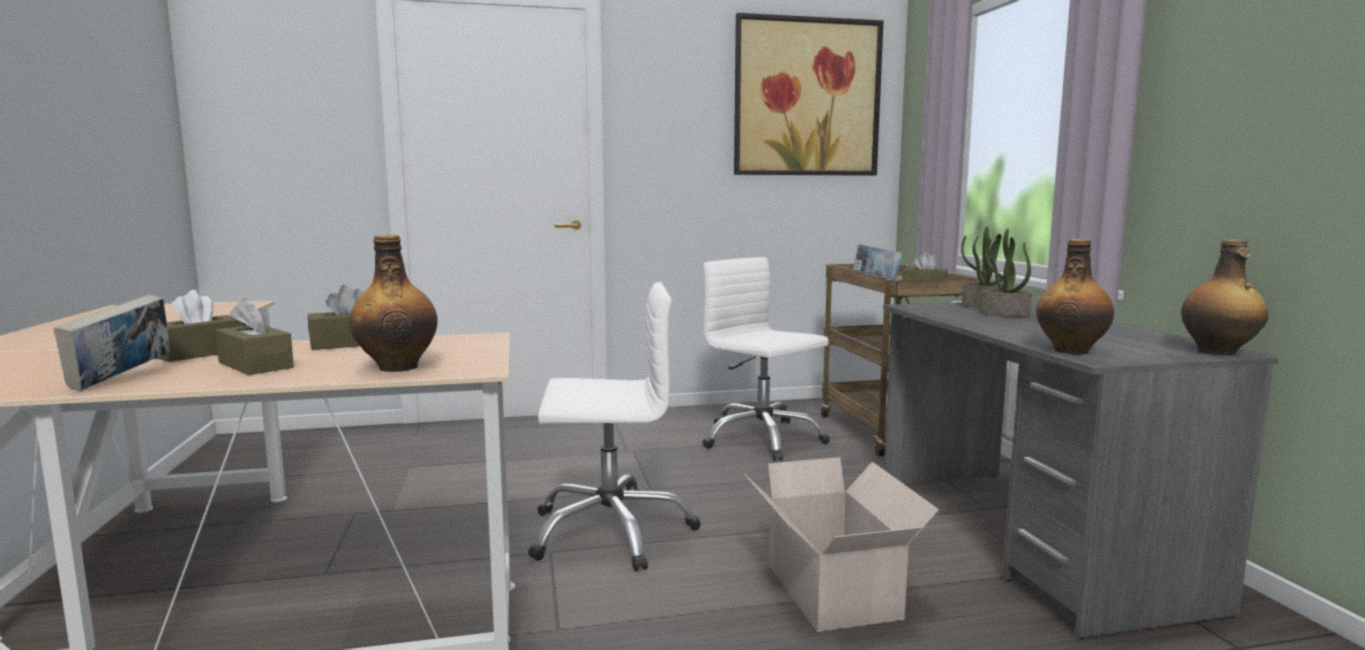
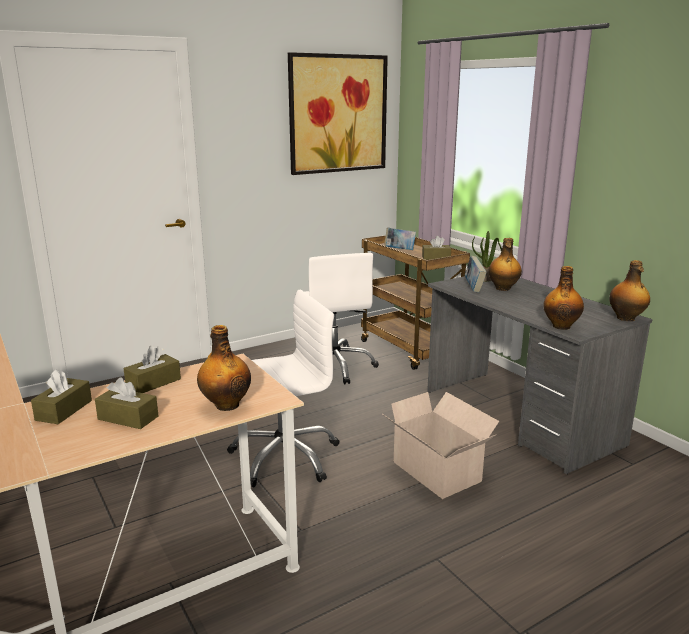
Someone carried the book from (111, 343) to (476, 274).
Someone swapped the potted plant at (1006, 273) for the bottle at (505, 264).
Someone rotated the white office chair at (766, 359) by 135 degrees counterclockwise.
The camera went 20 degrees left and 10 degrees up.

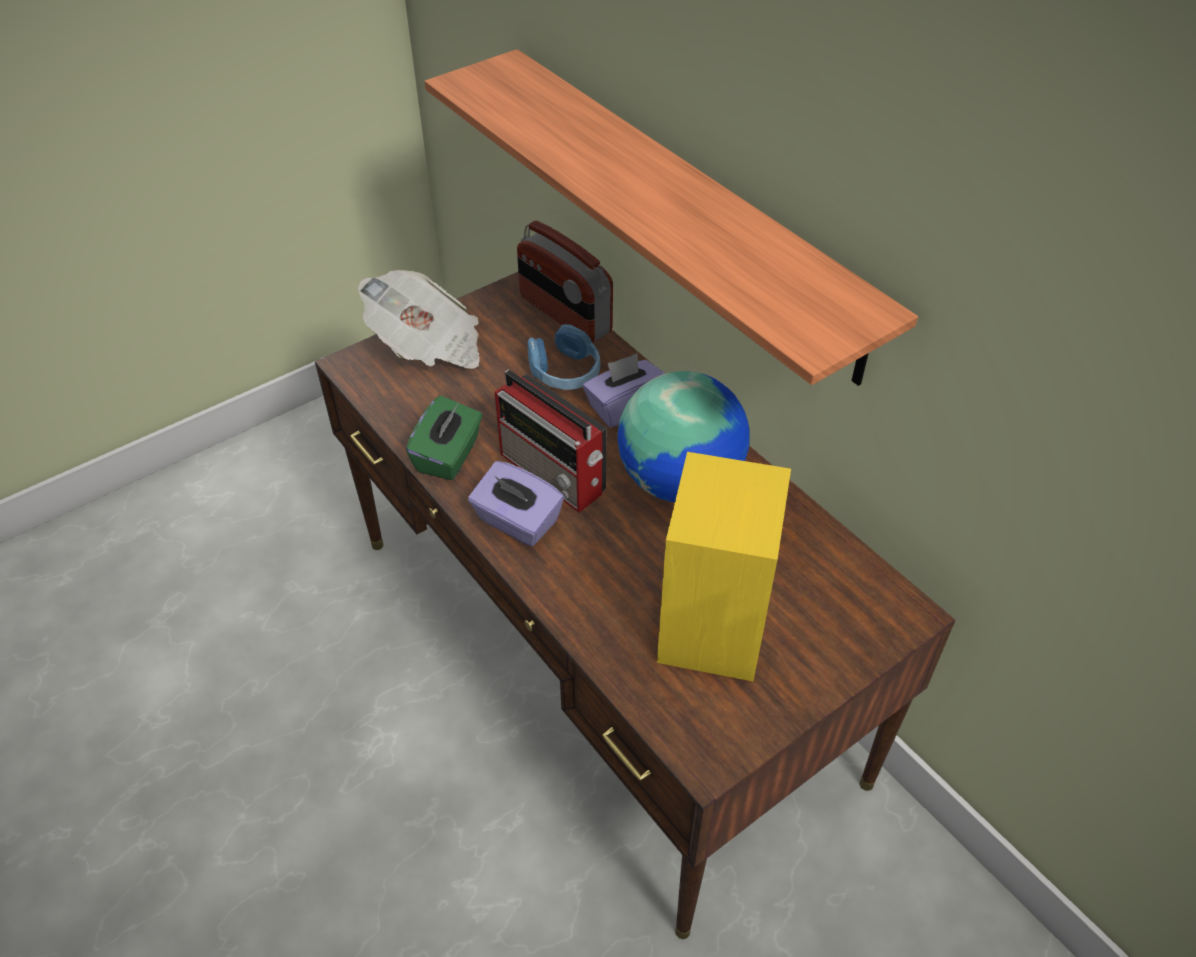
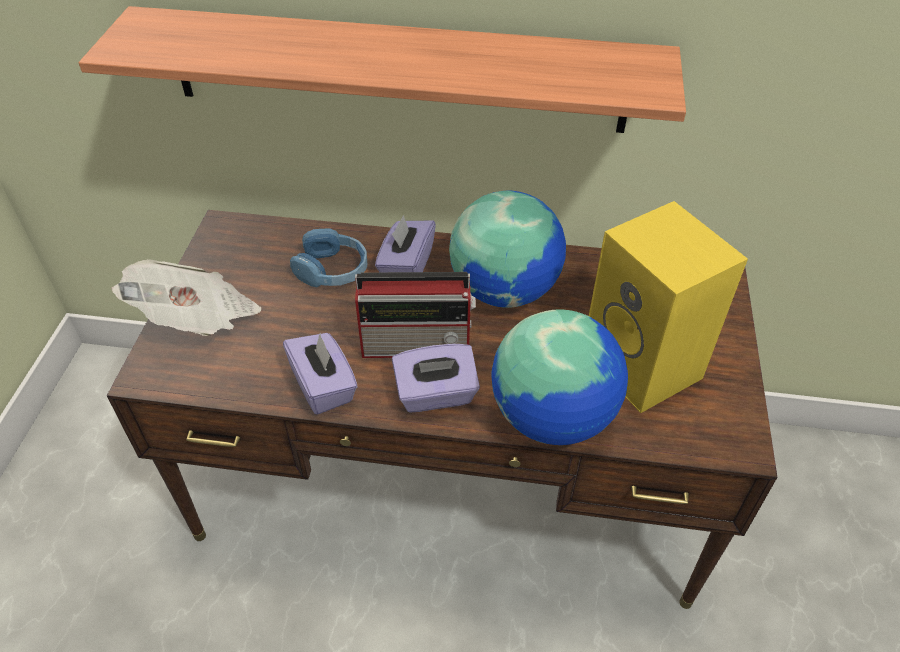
Someone took away the radio at (565, 282).
Someone put down the globe at (560, 377).
Someone repainted the green tissue box at (444, 437), which became the purple tissue box at (320, 374).
The camera went 45 degrees left and 0 degrees up.

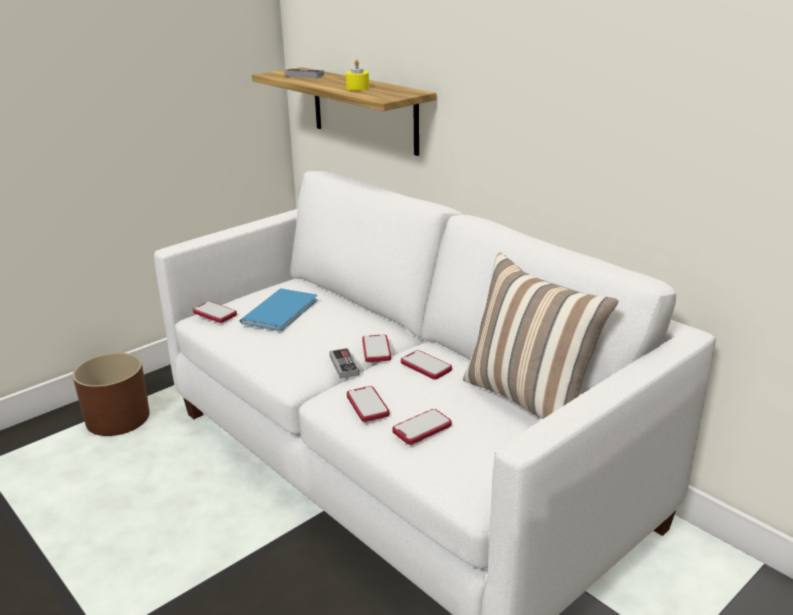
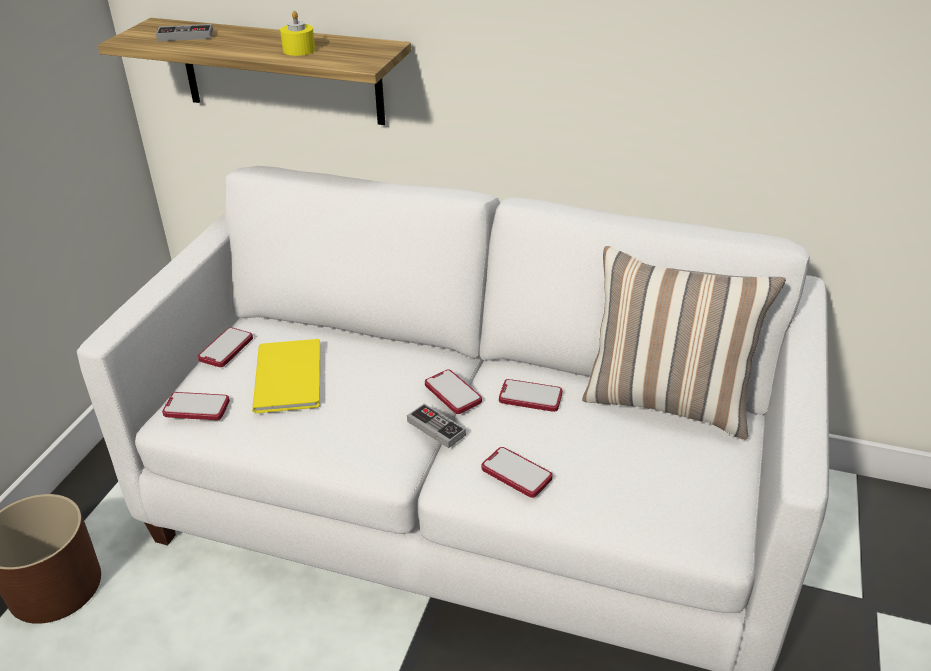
Someone carried the phone from (422, 427) to (225, 347).
Someone repainted the blue book at (279, 310), which became the yellow book at (286, 376).
The camera went 30 degrees left and 10 degrees up.

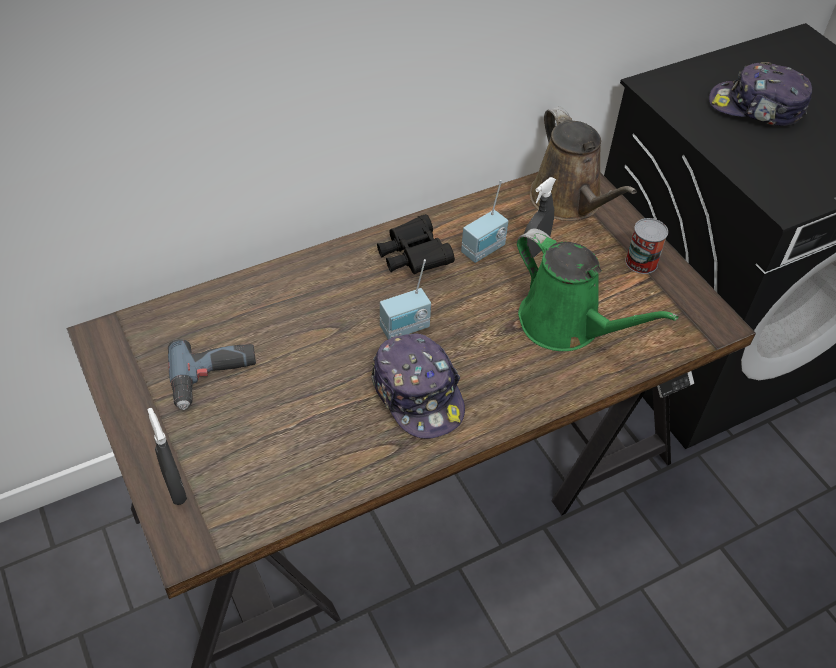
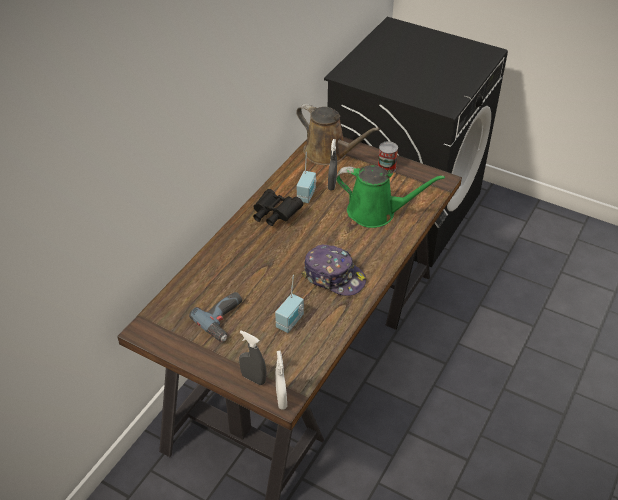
Someone took away the cap at (760, 94).
Someone put down the white spray bottle at (281, 380).
Someone carried the radio from (405, 299) to (289, 304).
The camera went 30 degrees left and 5 degrees down.

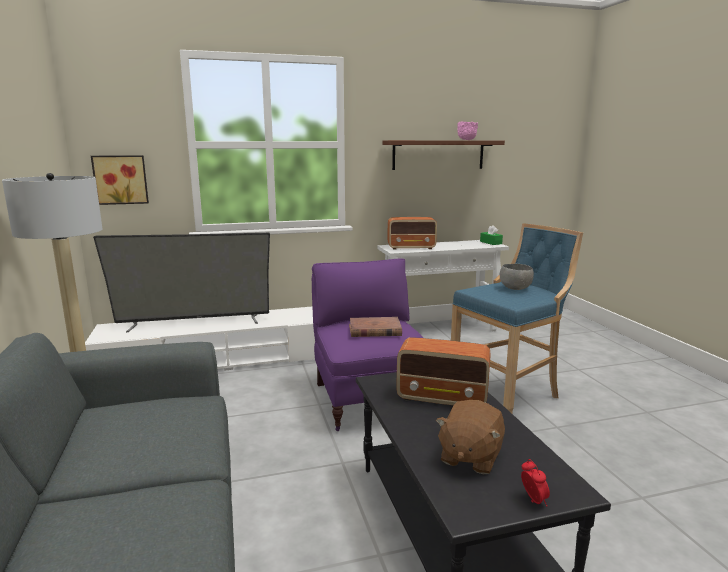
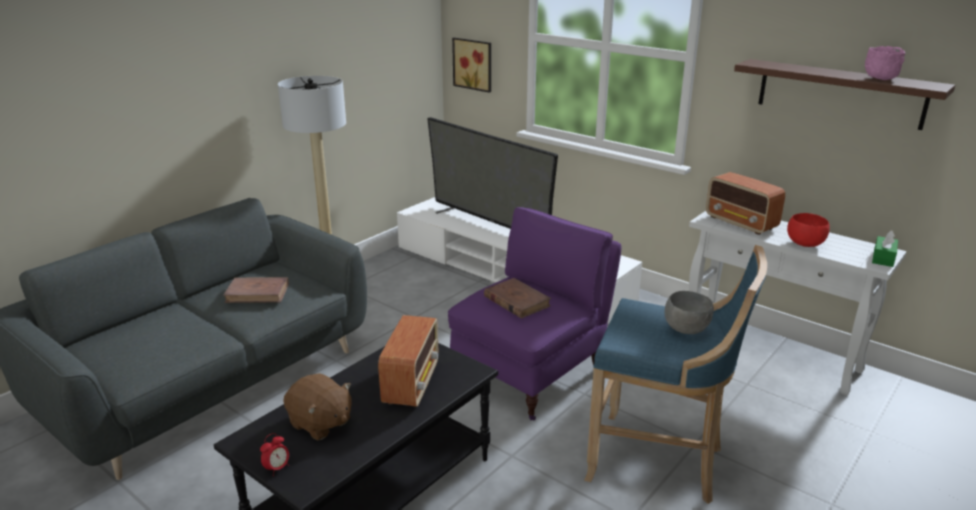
Someone put down the brown book at (256, 290).
Someone put down the red bowl at (808, 230).
Someone rotated the radio at (443, 371) by 150 degrees counterclockwise.
Someone rotated the brown plush toy at (470, 437) by 135 degrees counterclockwise.
The camera went 55 degrees right and 10 degrees up.

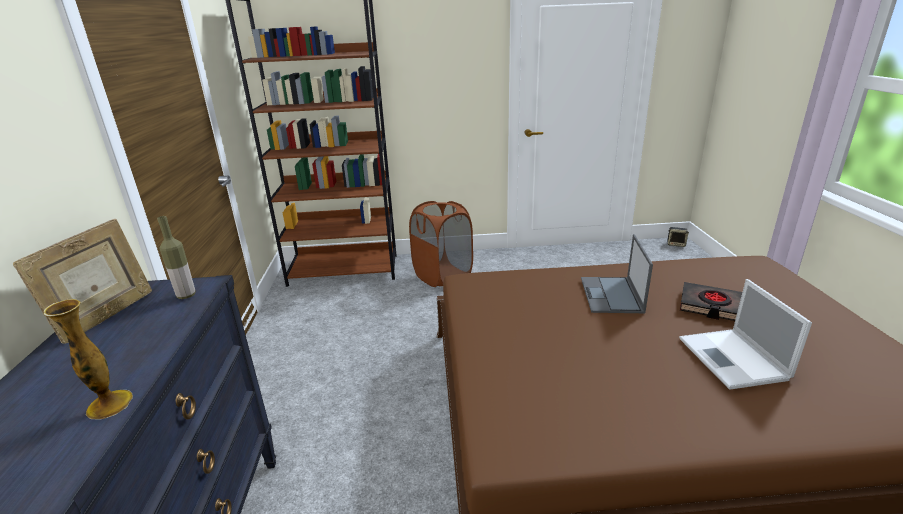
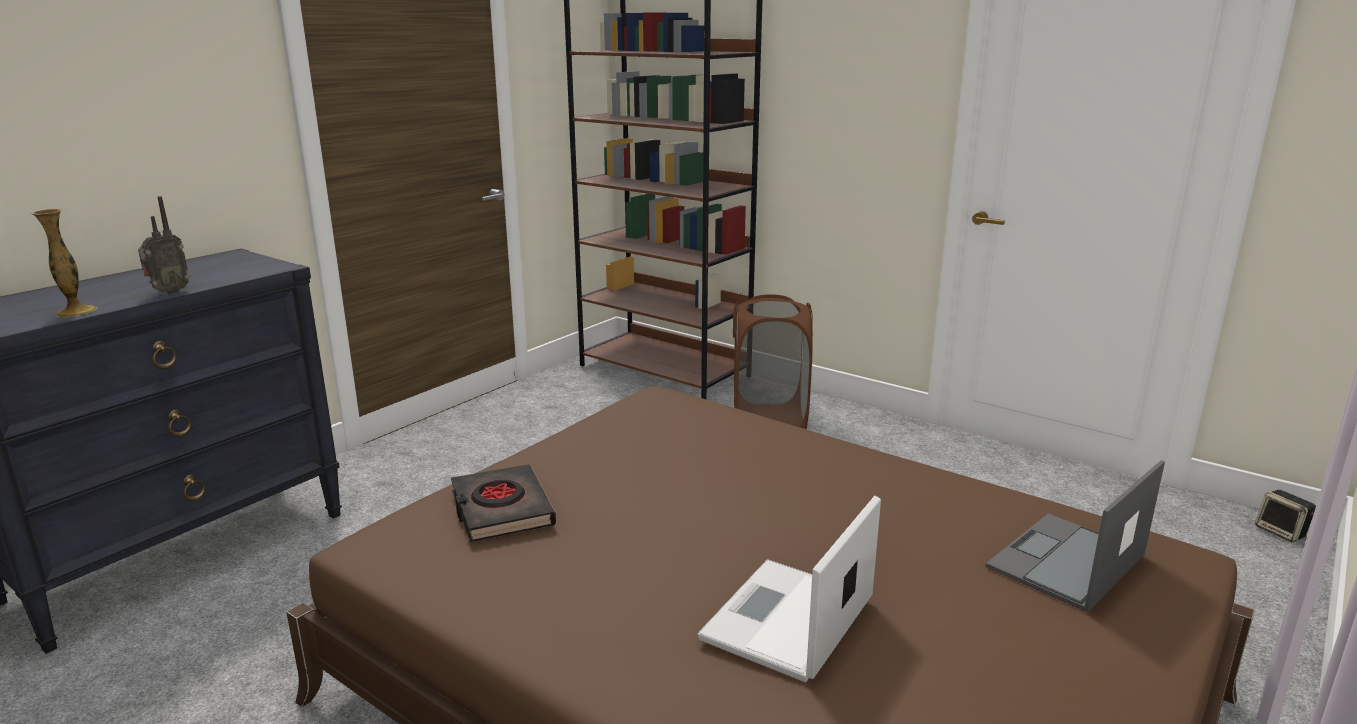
Someone took away the picture frame at (82, 281).
Someone took away the bottle at (176, 257).
Someone put down the radio at (164, 245).
Someone carried the laptop from (617, 273) to (1075, 536).
Someone carried the black book from (711, 301) to (503, 503).
The camera went 40 degrees right and 5 degrees down.

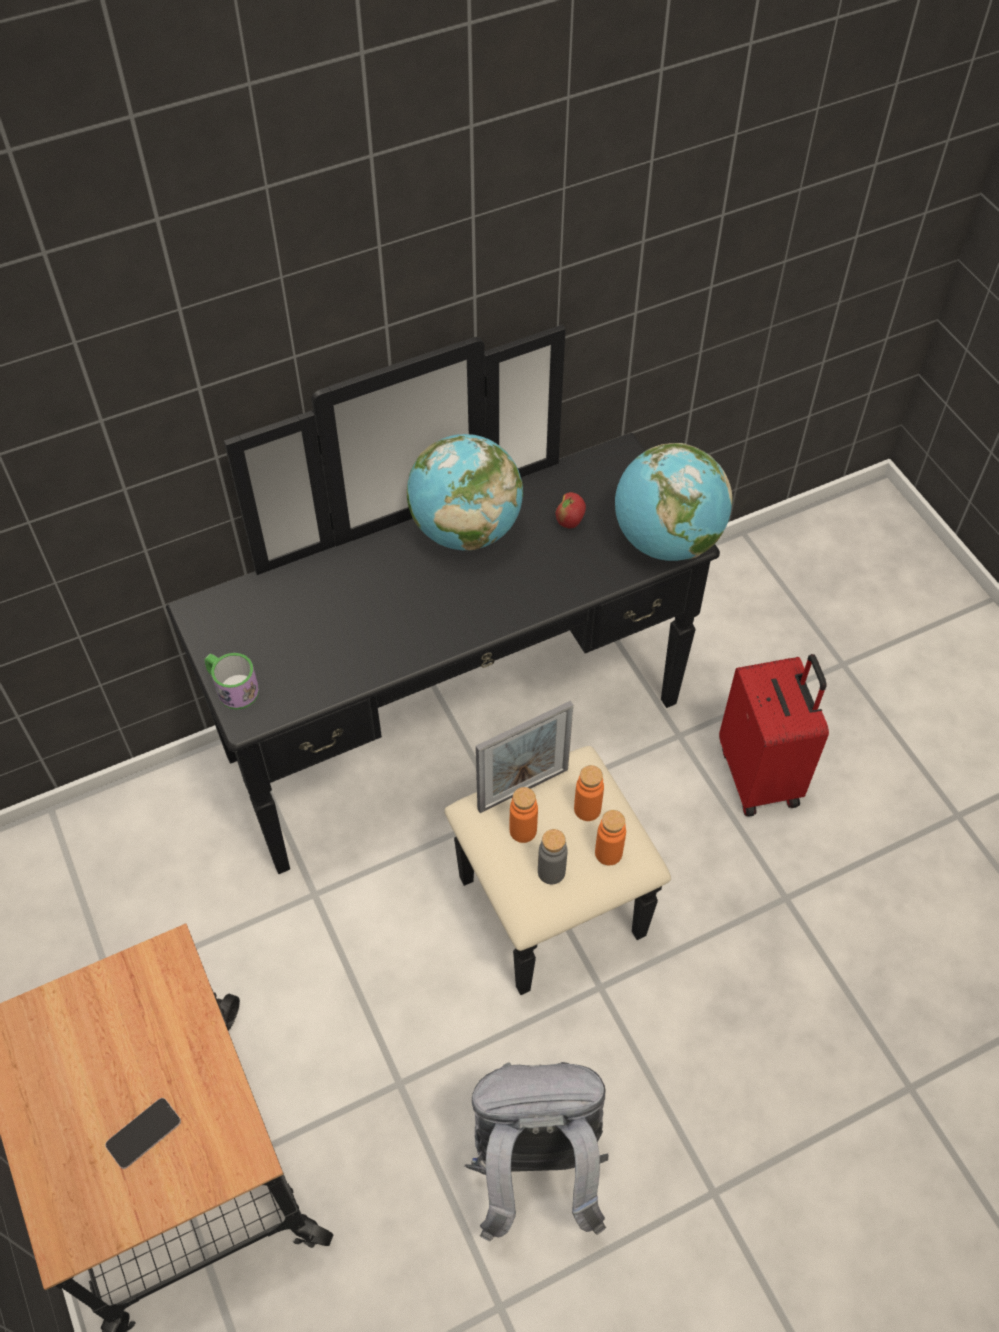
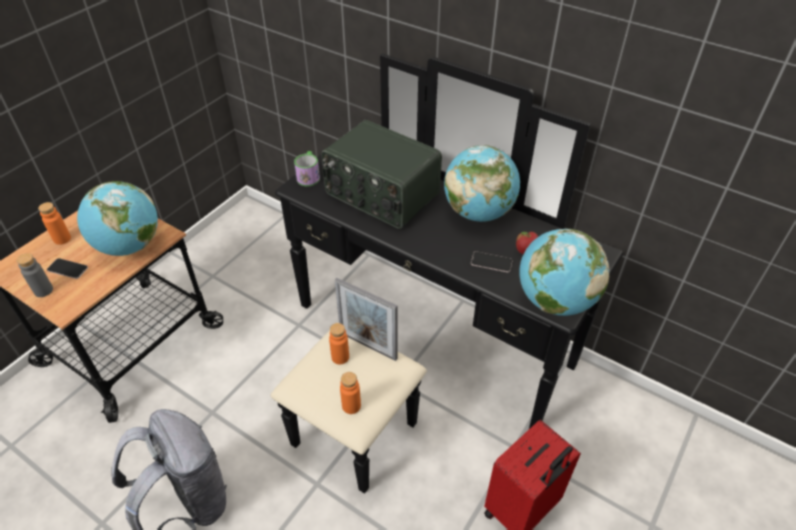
Someone put down the globe at (117, 218).
Someone put down the radio at (382, 174).
Someone put down the phone at (492, 261).
Someone carried the grey bottle from (552, 857) to (35, 275).
Someone carried the orange bottle from (589, 793) to (54, 223).
The camera went 60 degrees right and 10 degrees down.

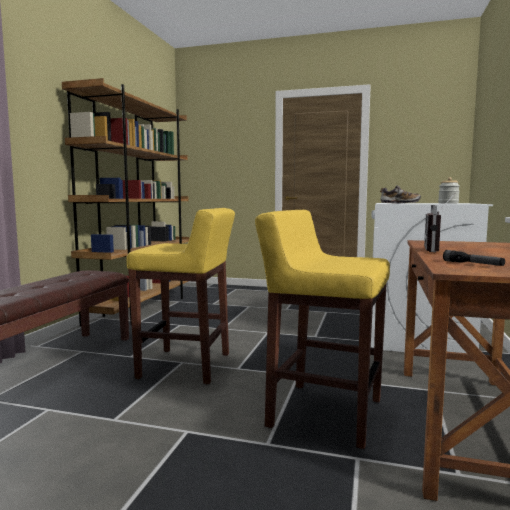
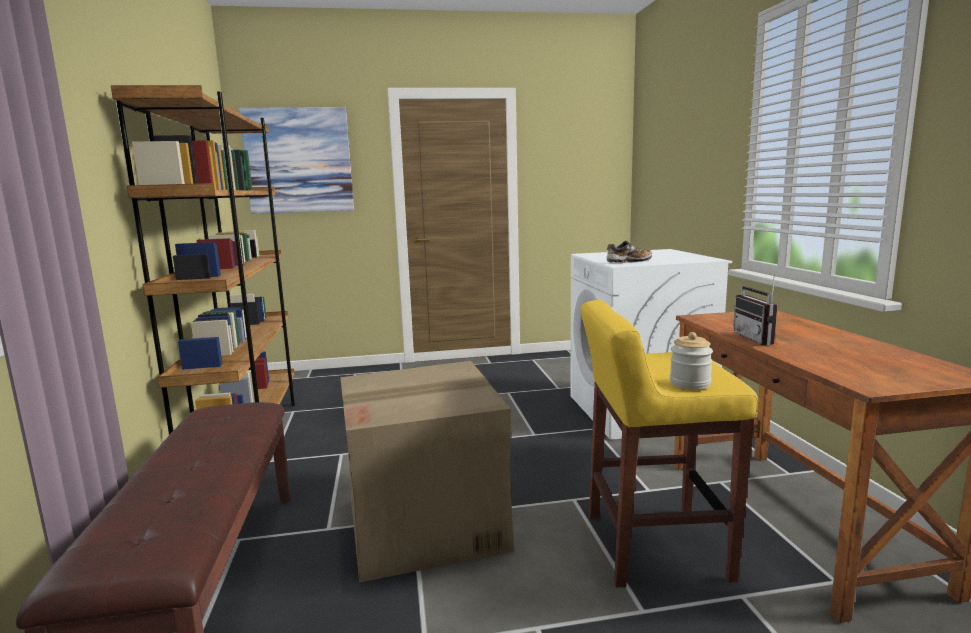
Someone took away the flashlight at (474, 258).
Someone put up the picture at (296, 160).
Someone carried the jar from (449, 190) to (691, 361).
Someone swapped the yellow stool at (180, 296) for the cardboard box at (427, 472).
The camera went 25 degrees left and 5 degrees up.

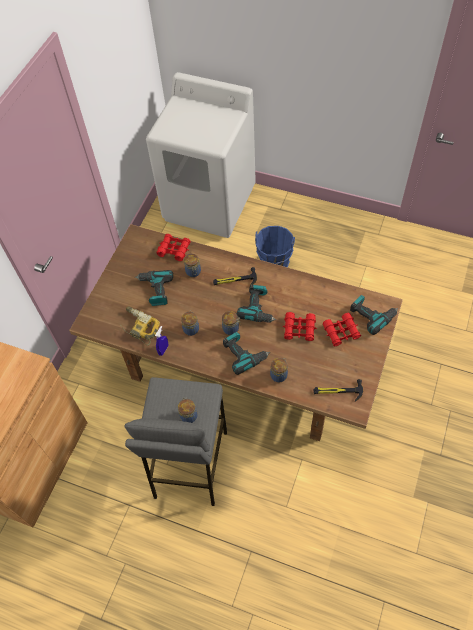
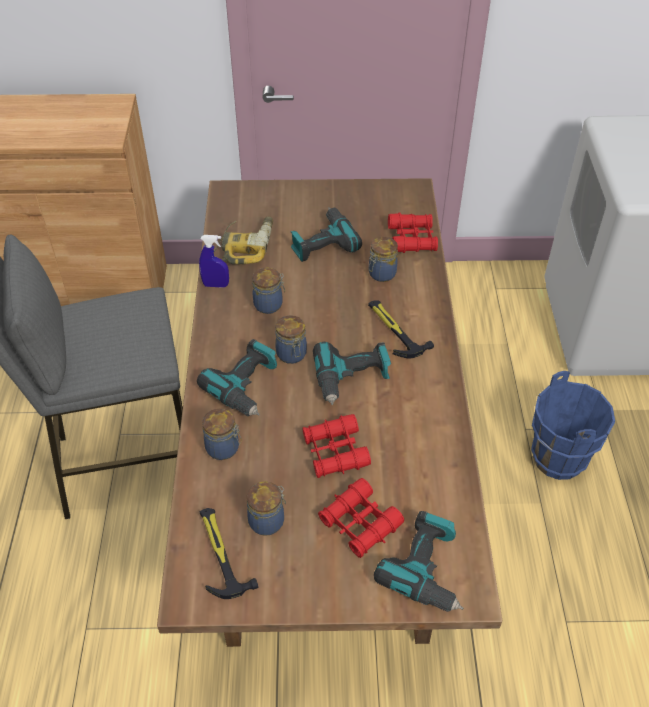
Someone carried the jar from (187, 410) to (266, 508).
The camera went 65 degrees right and 10 degrees down.

